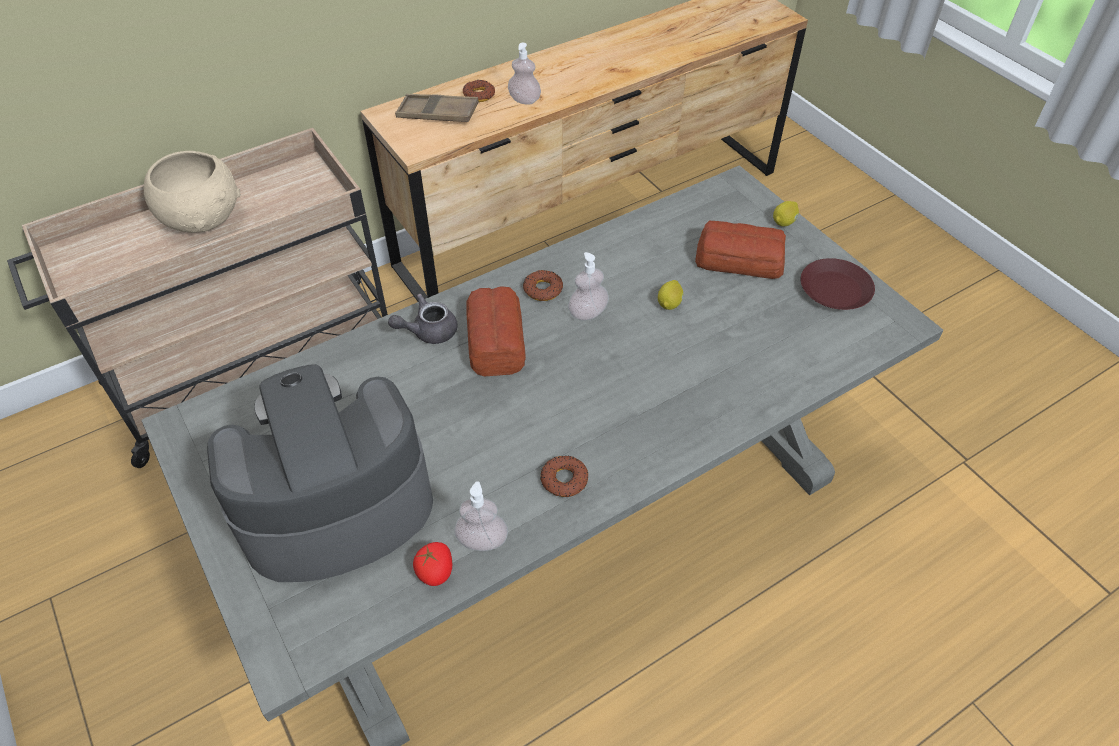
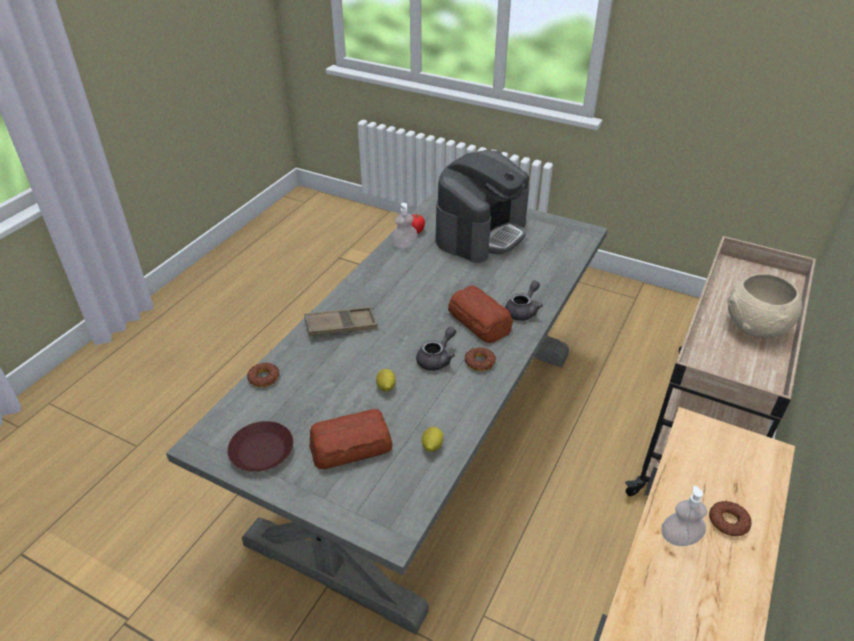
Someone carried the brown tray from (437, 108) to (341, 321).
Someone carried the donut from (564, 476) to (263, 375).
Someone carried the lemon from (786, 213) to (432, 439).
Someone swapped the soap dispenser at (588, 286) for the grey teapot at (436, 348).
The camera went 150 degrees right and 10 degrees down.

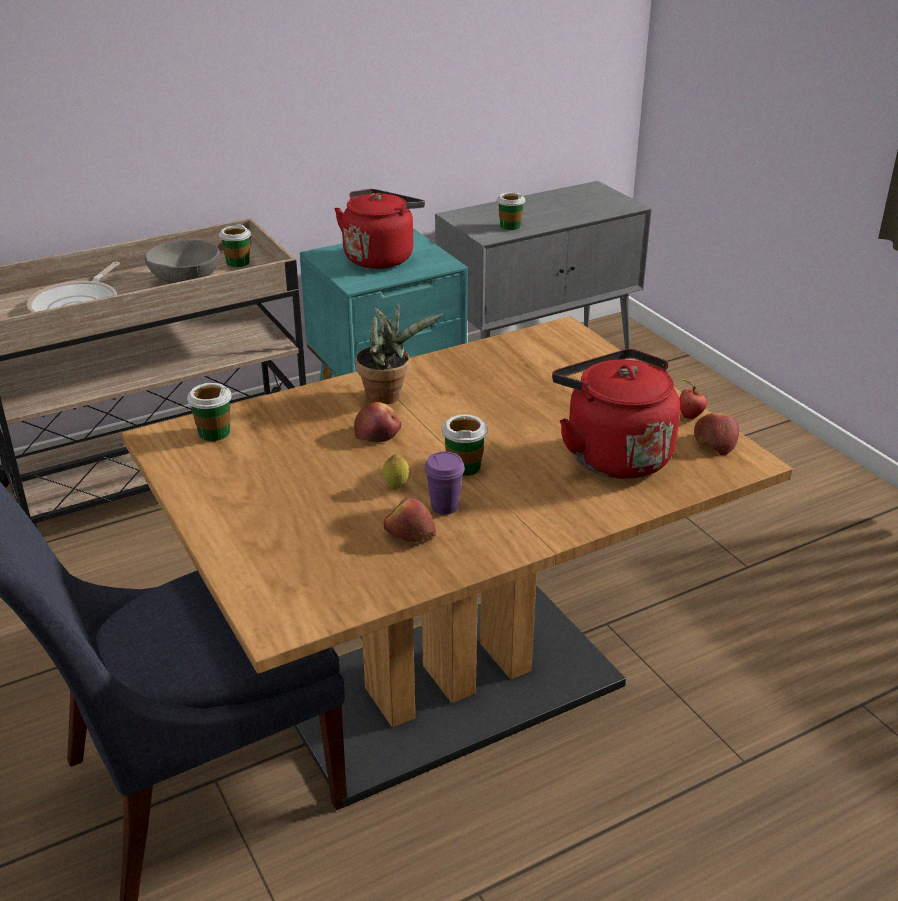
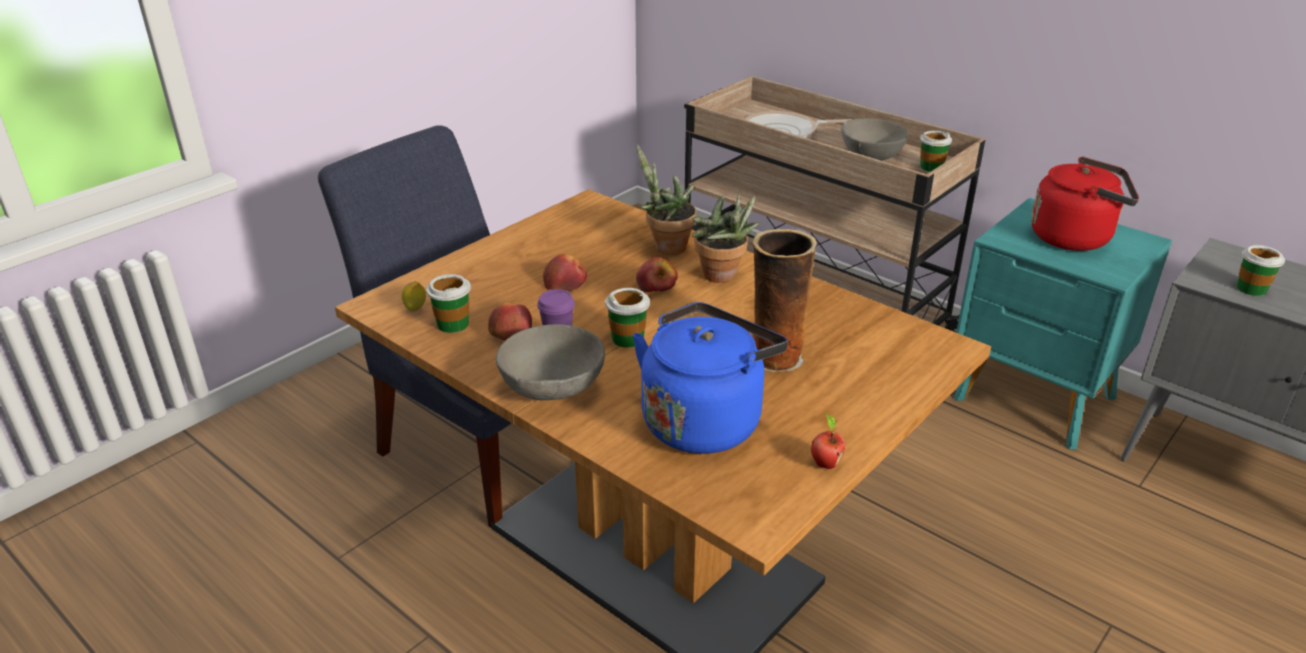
Someone put down the grey bowl at (550, 362).
Someone put down the potted plant at (666, 199).
Someone put down the vase at (784, 301).
Someone carried the cup from (209, 412) to (448, 303).
Someone carried the lemon from (396, 472) to (414, 296).
Someone carried the apple from (716, 434) to (565, 272).
Someone repainted the red kettle at (616, 414), which became the blue kettle at (710, 378).
The camera went 70 degrees right and 0 degrees up.

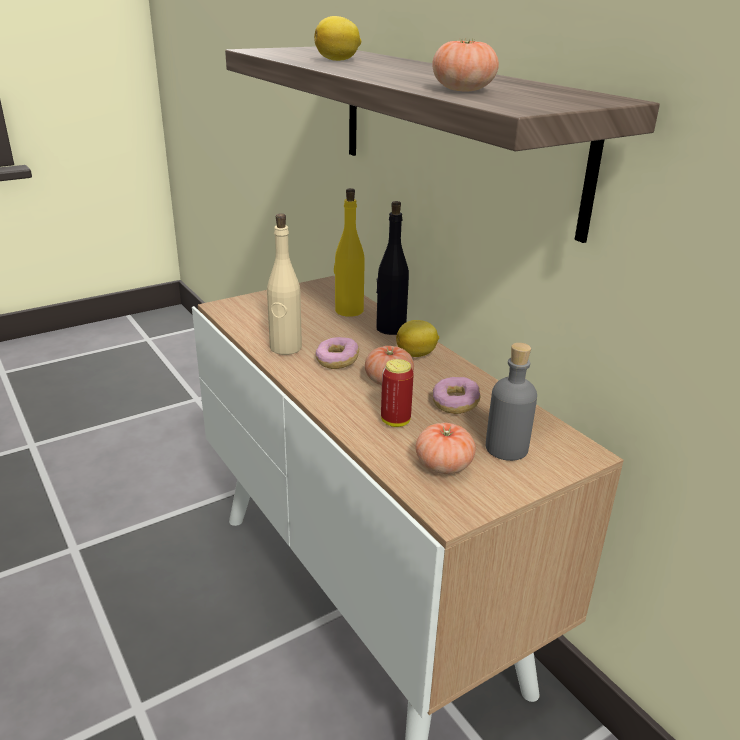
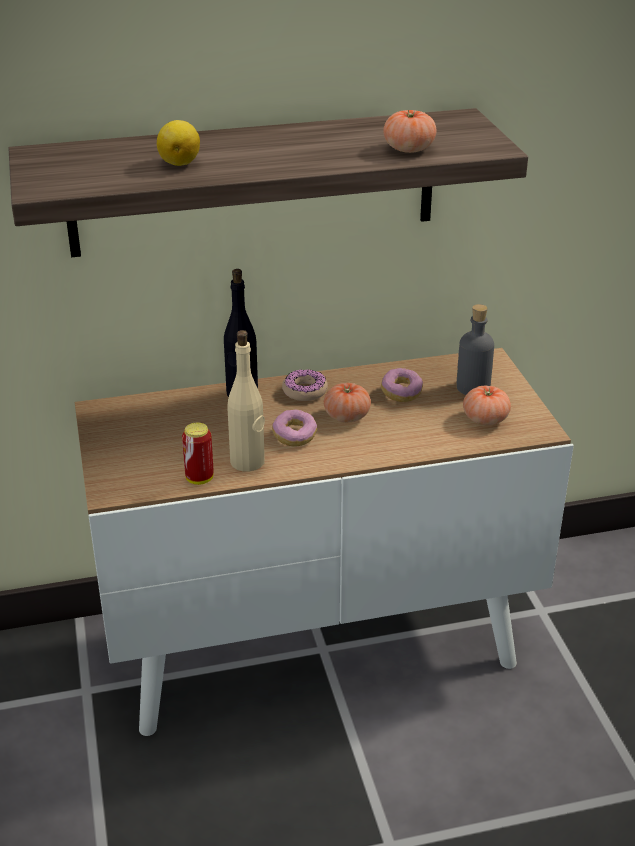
Someone took away the yellow bottle at (349, 252).
Someone carried the can from (397, 393) to (198, 454).
Someone swapped the lemon at (417, 338) for the donut at (305, 385).
The camera went 70 degrees left and 5 degrees up.

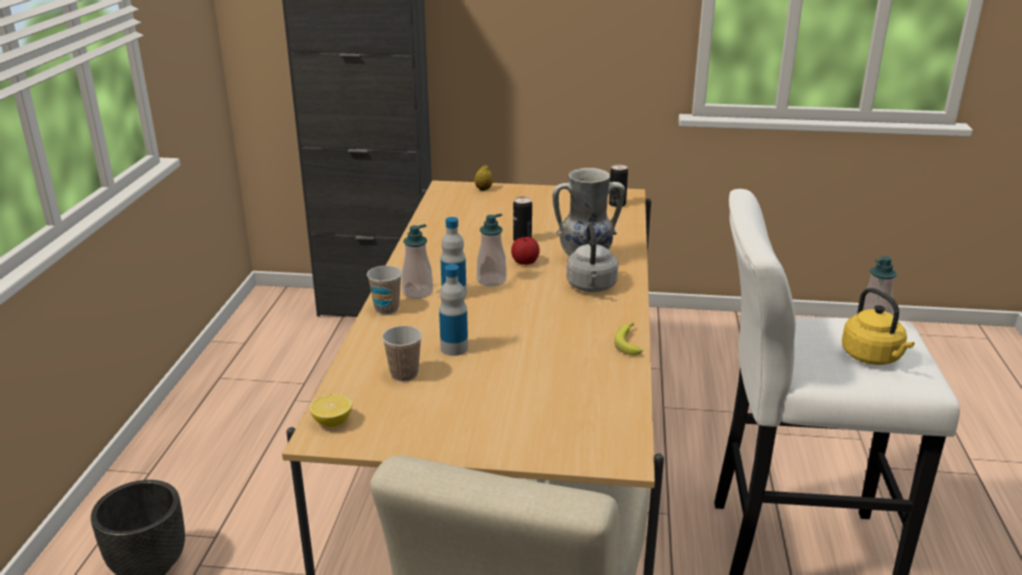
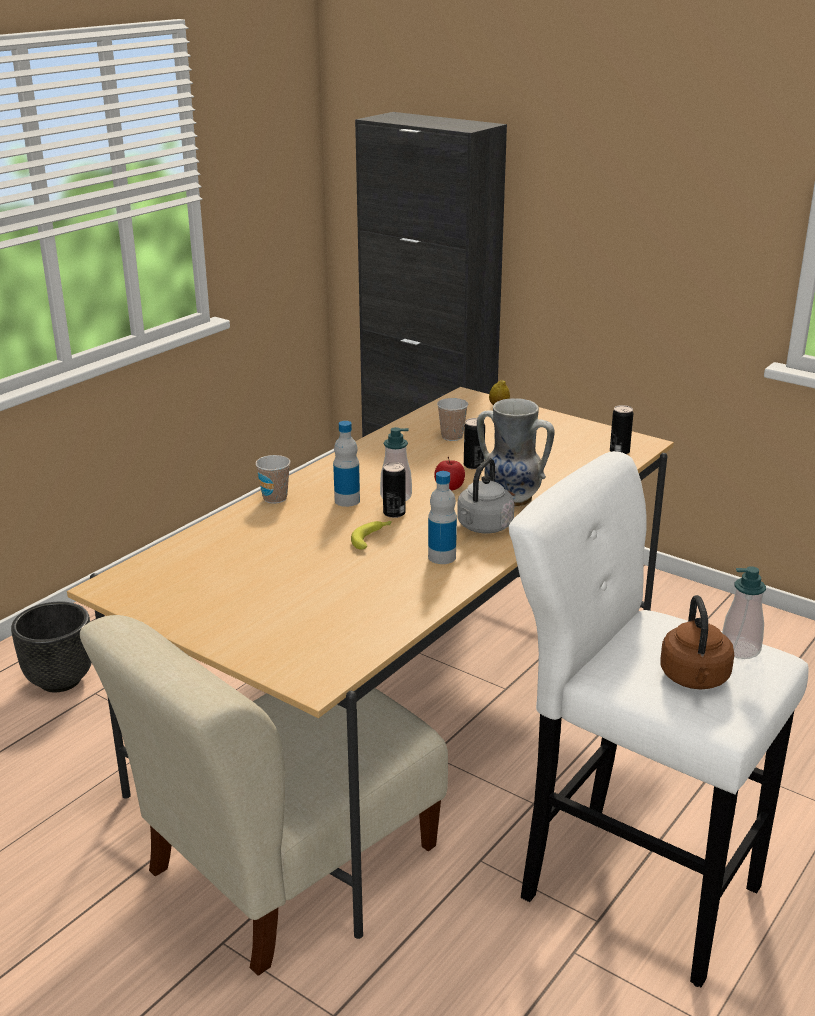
Someone took away the lemon at (331, 410).
Someone took away the soap dispenser at (417, 261).
Someone put down the can at (394, 490).
Someone carried the cup from (402, 353) to (452, 419).
Someone carried the bottle from (453, 310) to (442, 517).
Someone carried the banana from (628, 338) to (371, 535).
Someone repainted the yellow kettle at (878, 326), which became the brown kettle at (697, 642).
The camera went 30 degrees right and 0 degrees up.

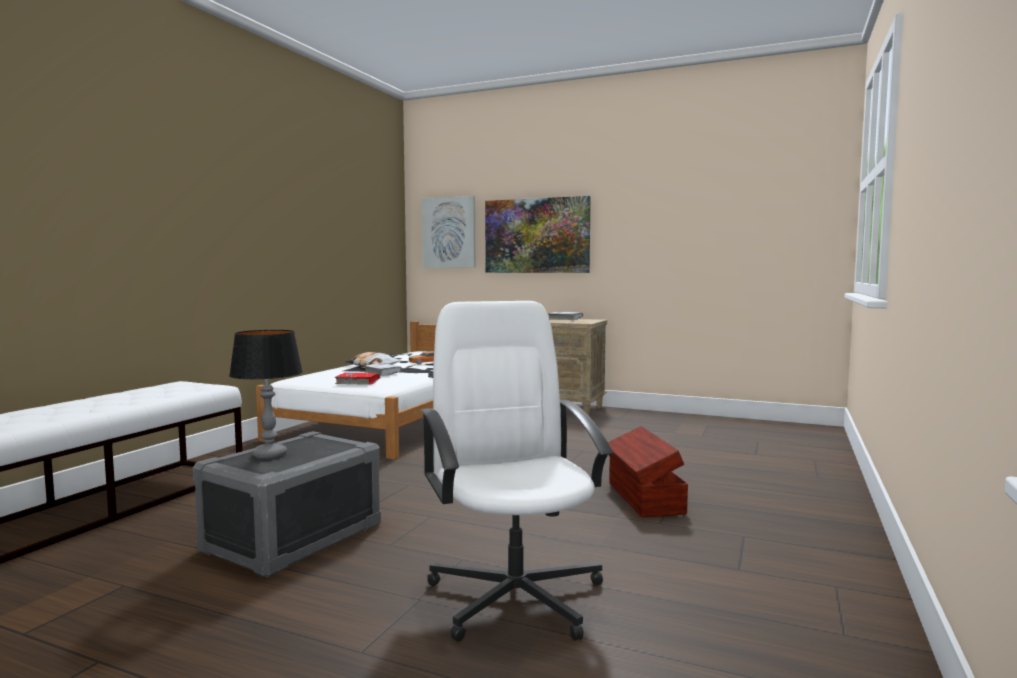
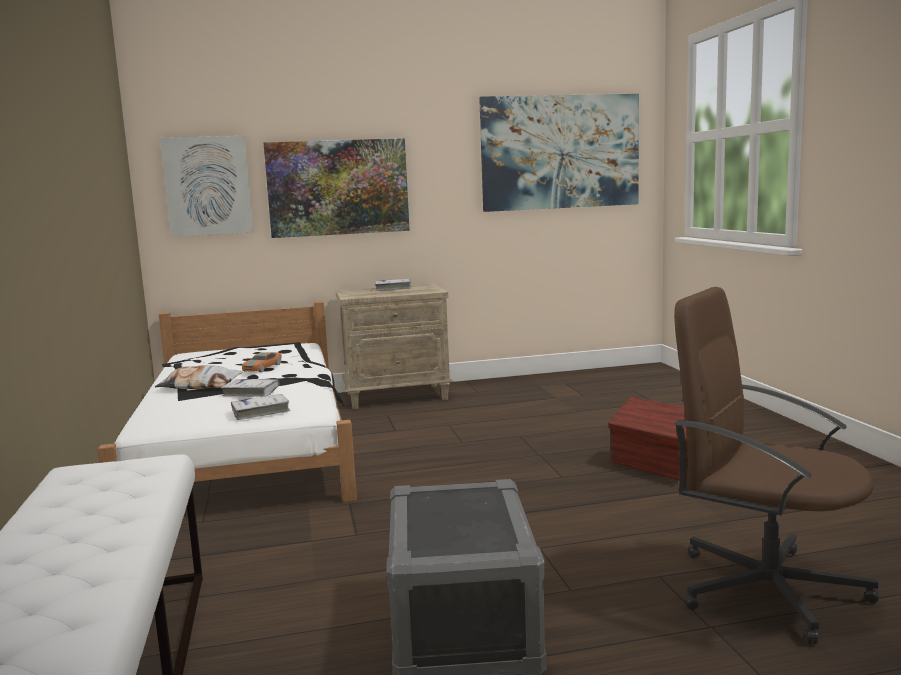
Someone took away the table lamp at (266, 394).
Someone put up the picture at (559, 153).
Someone repainted the red book at (358, 378), which became the white book at (261, 407).
Someone repainted the white office chair at (517, 471), which became the brown office chair at (776, 466).
The camera went 35 degrees left and 5 degrees up.

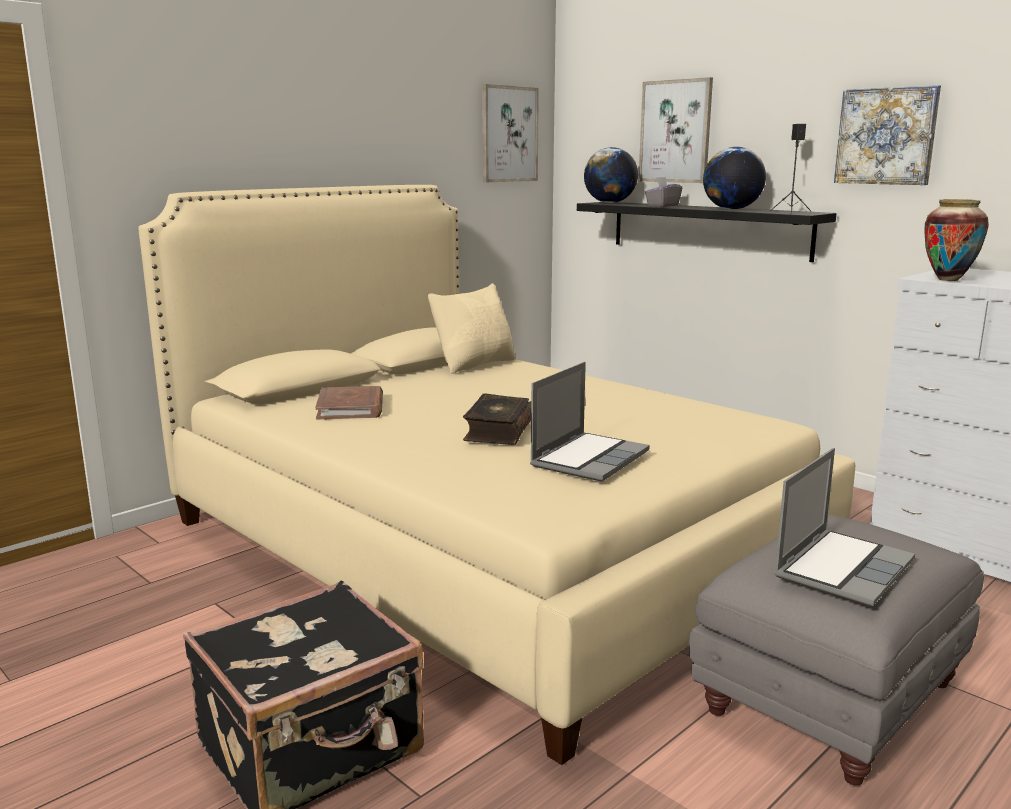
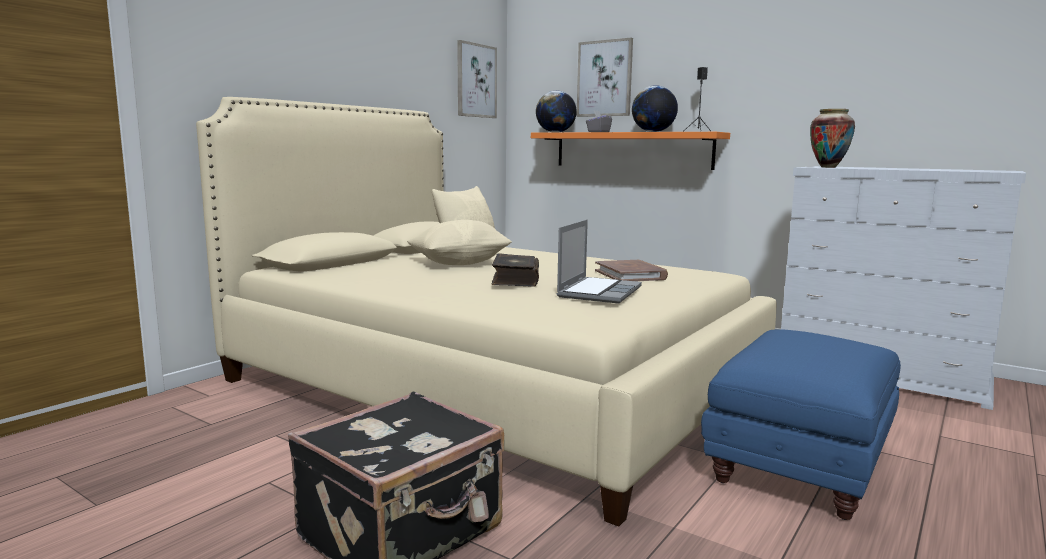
Someone took away the laptop at (844, 527).
Someone took away the picture at (887, 135).
Someone put down the beige pillow at (459, 242).
Someone carried the brown book from (349, 403) to (631, 270).
Someone repainted the black shelf at (707, 232), which became the orange shelf at (630, 151).
Someone repainted the grey ottoman at (836, 650), which became the blue ottoman at (801, 424).
The camera went 10 degrees left and 5 degrees down.

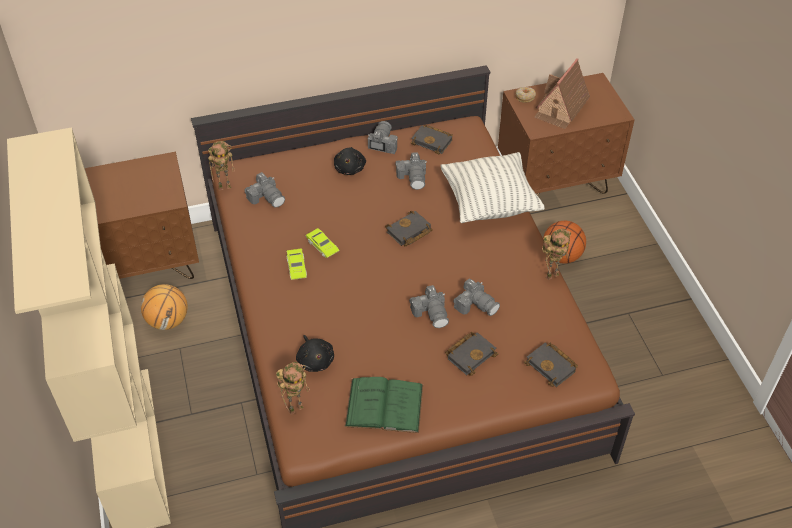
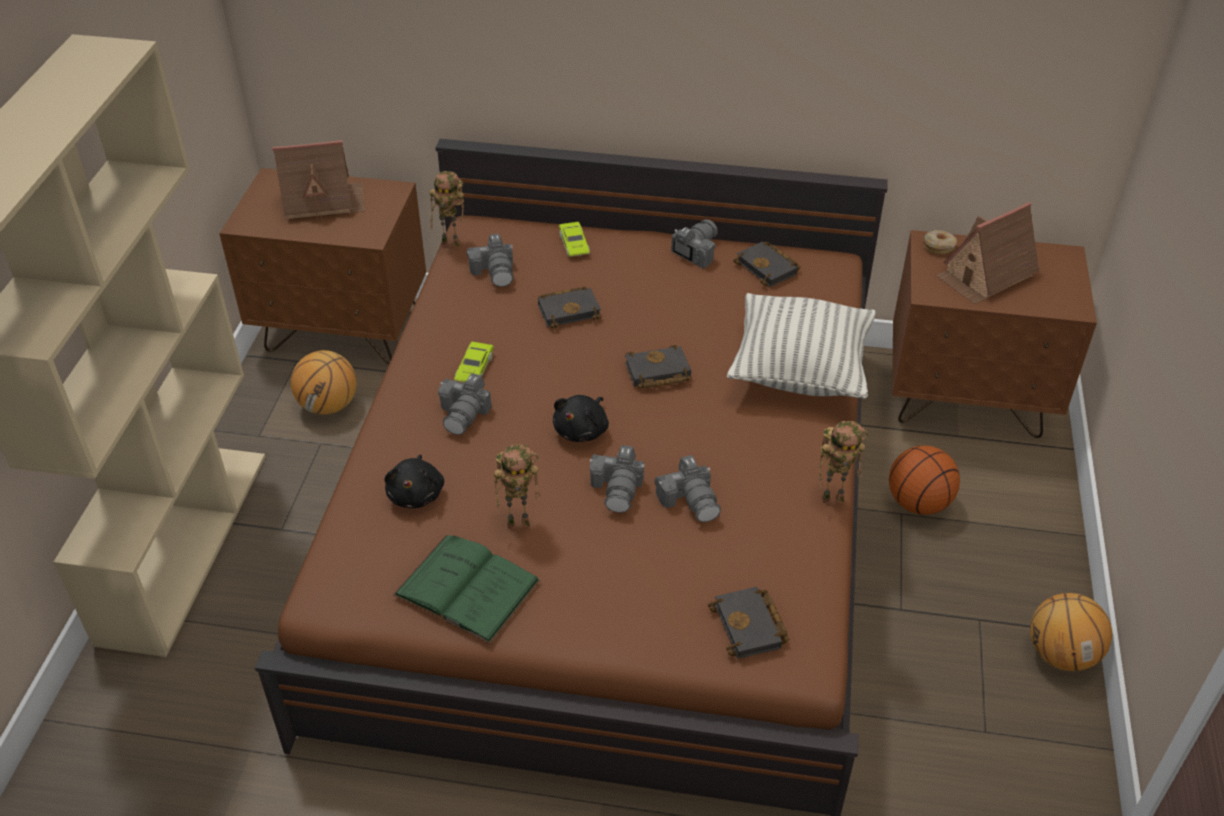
Someone put down the toy house at (318, 180).
Someone put down the basketball at (1071, 632).
Someone carried the toy robot from (293, 388) to (517, 486).
Someone carried the green toy car from (323, 243) to (574, 239).
Someone carried the black plush toy from (350, 161) to (581, 418).
Someone carried the photo camera from (411, 171) to (465, 404).
Someone carried the black book from (471, 354) to (569, 308).
The camera went 25 degrees right and 5 degrees down.

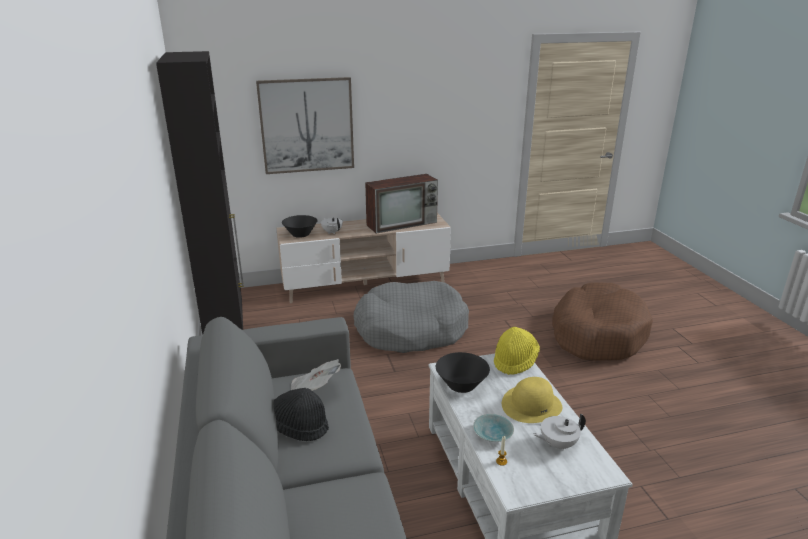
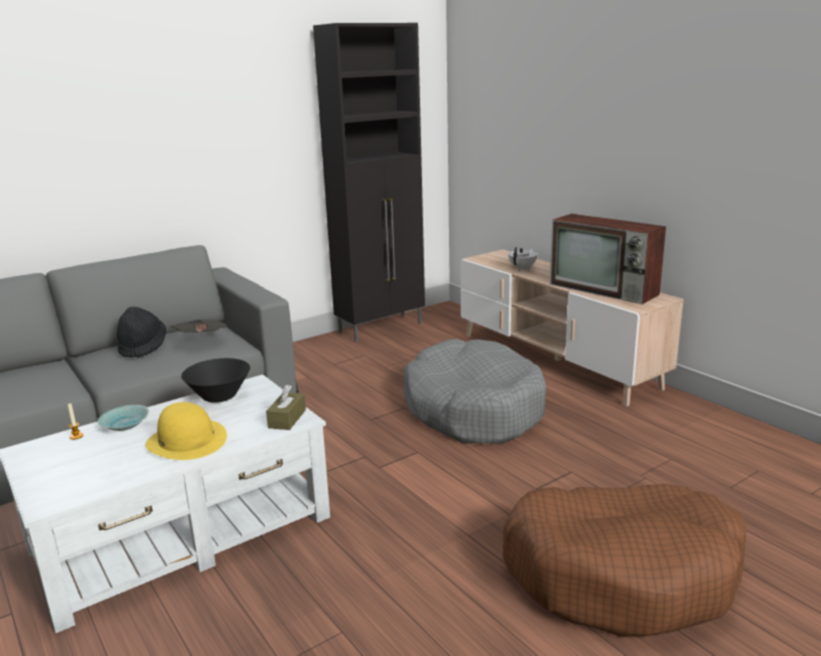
Someone took away the picture at (305, 125).
Someone took away the black bowl at (299, 226).
Someone took away the white teapot at (559, 431).
Someone swapped the yellow hat at (517, 351) for the brown tissue box at (286, 407).
The camera went 70 degrees right and 5 degrees down.

